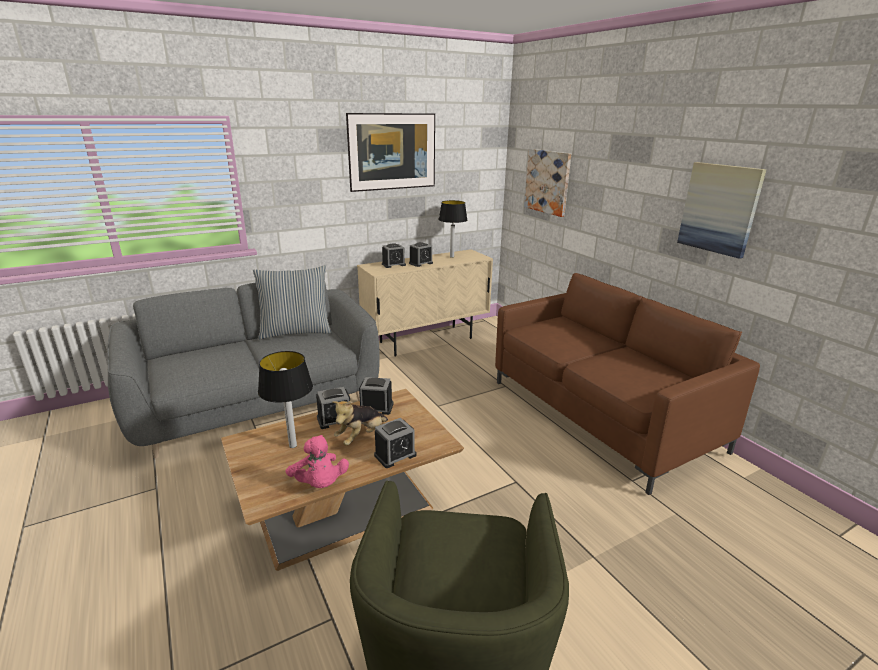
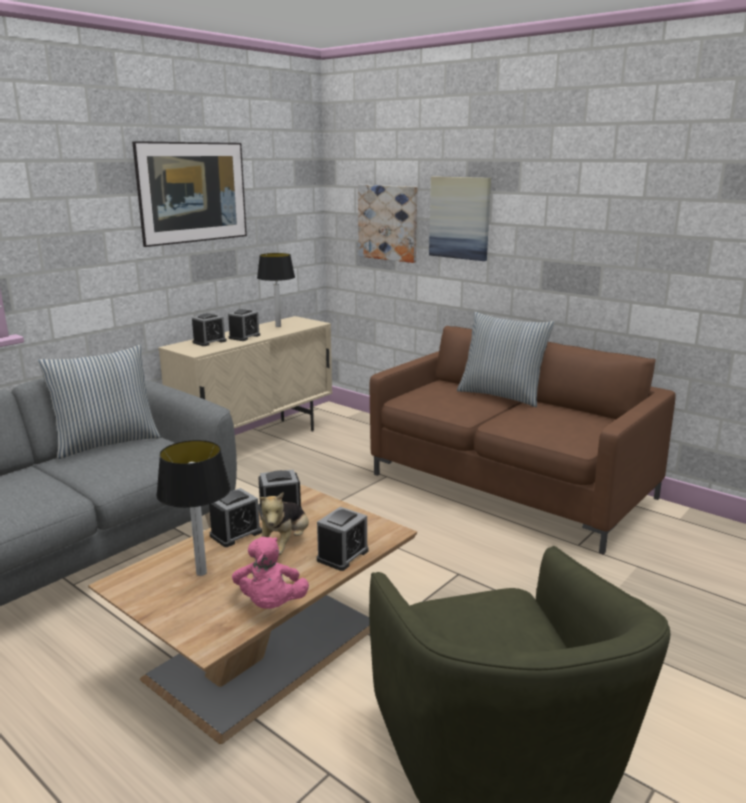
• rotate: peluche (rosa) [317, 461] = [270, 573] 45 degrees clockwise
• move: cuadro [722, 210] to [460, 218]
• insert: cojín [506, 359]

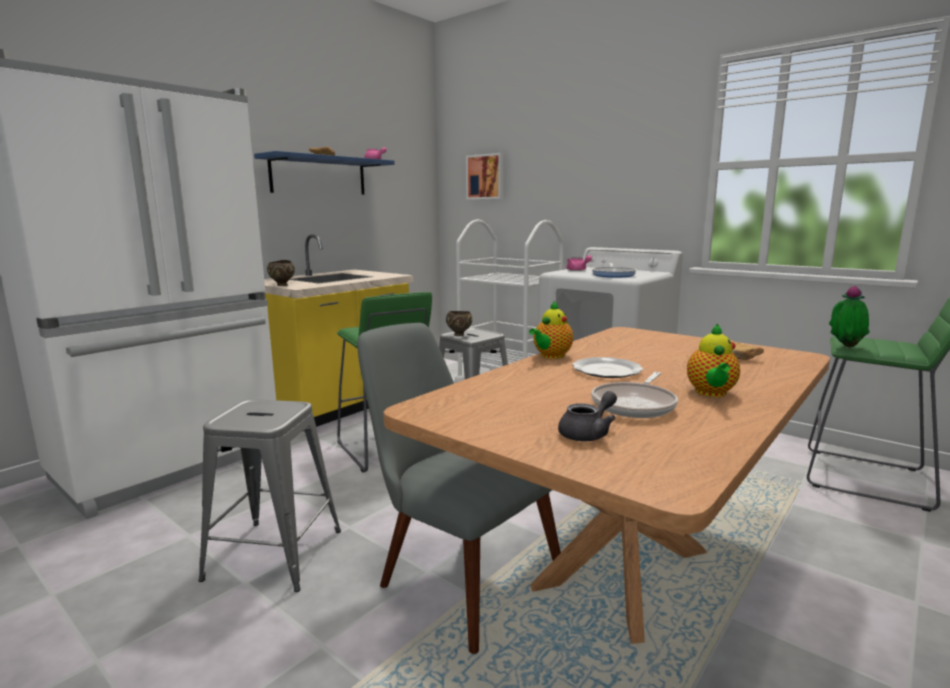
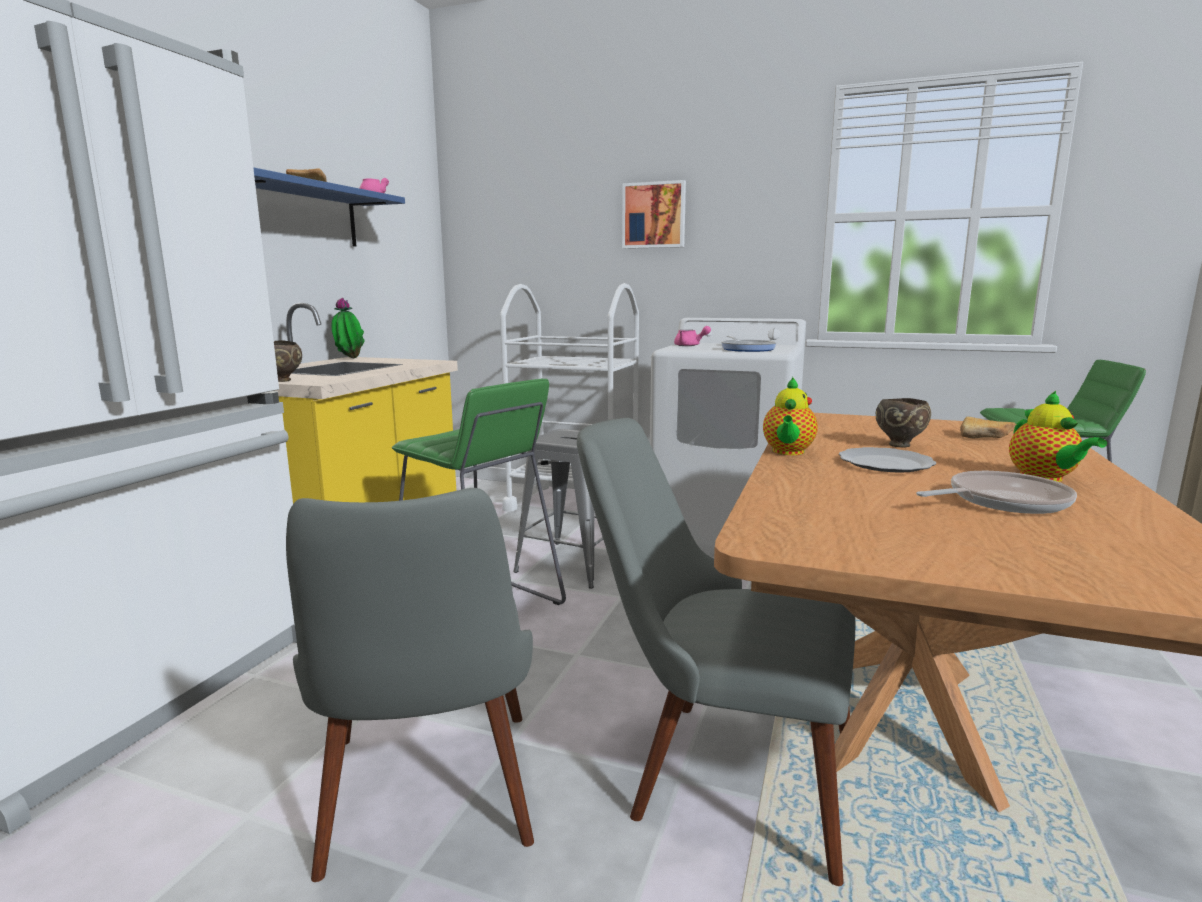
• replace: taburete (gris) [269, 495] to silla (gris) [410, 685]
• move: cuenco (marrón) [459, 323] to [903, 423]
• move: cuadro [484, 176] to [654, 214]
• delete: tetera (gris) [587, 416]
• rotate: sartén [634, 395] = [996, 492] 120 degrees counterclockwise
• move: planta en maceta [849, 316] to [347, 328]

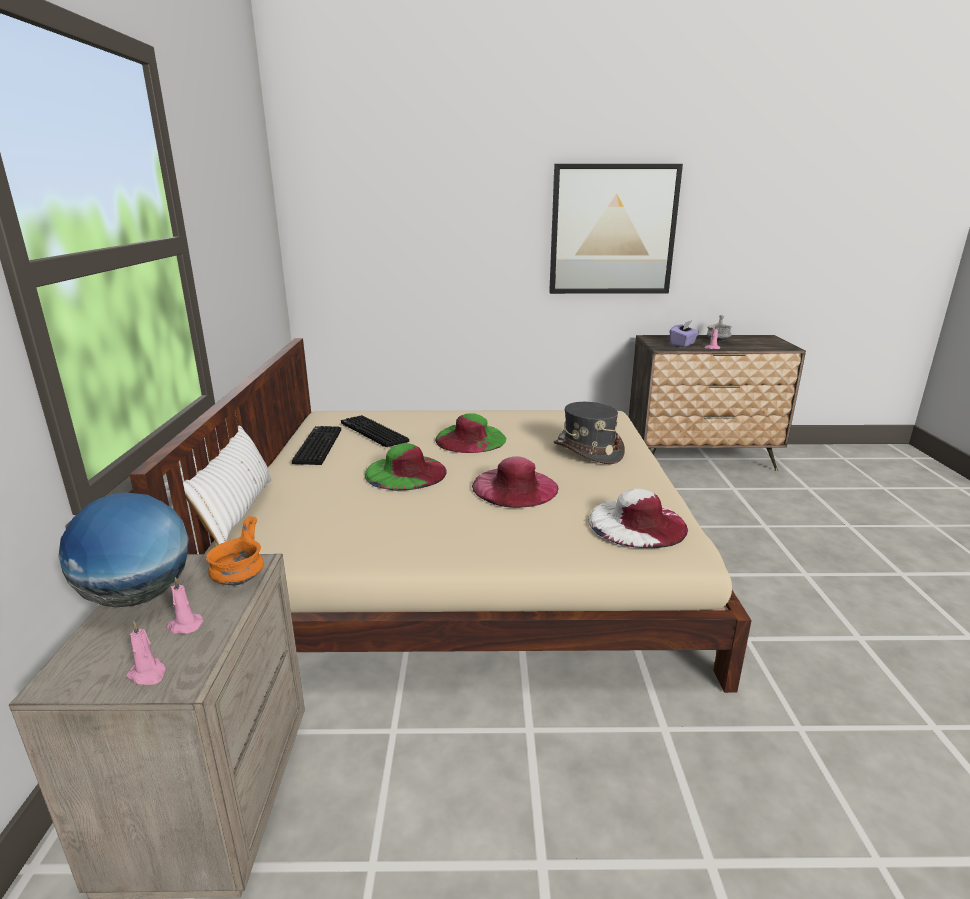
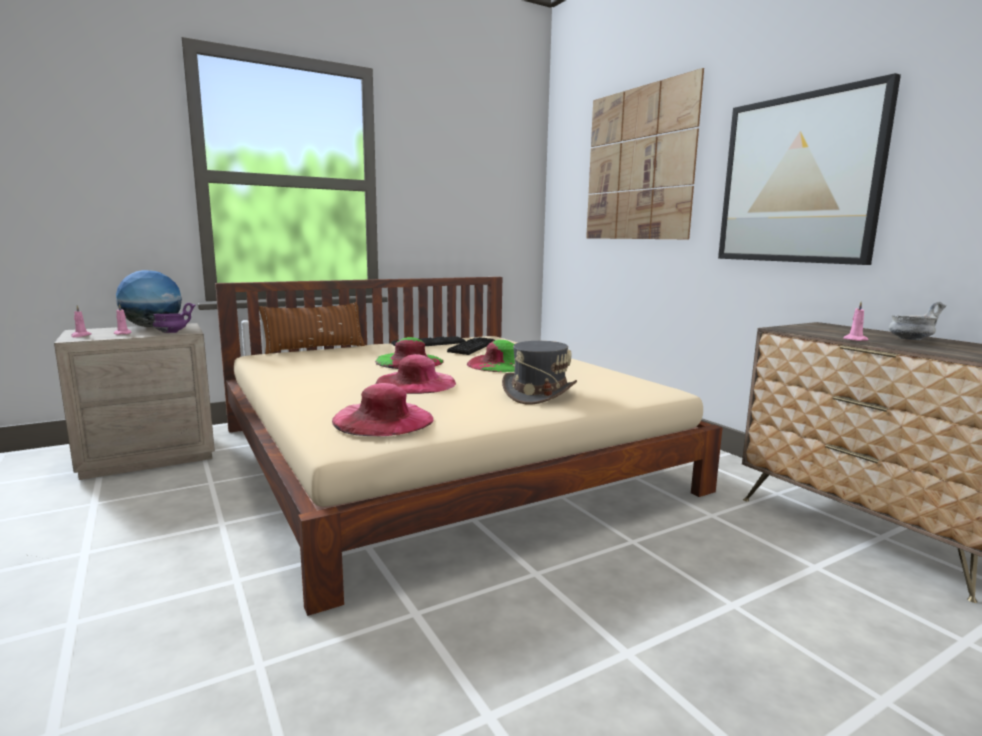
• recolor: cojín (blanco) [227, 485] to cojín (marrón) [312, 328]
• recolor: cuenco (naranja) [235, 551] to cuenco (morado) [174, 318]
• recolor: sombrero (blanco) [638, 518] to sombrero (rosa) [382, 409]
• delete: caja de pañuelos (morado) [684, 333]
• insert: cuadro [645, 154]

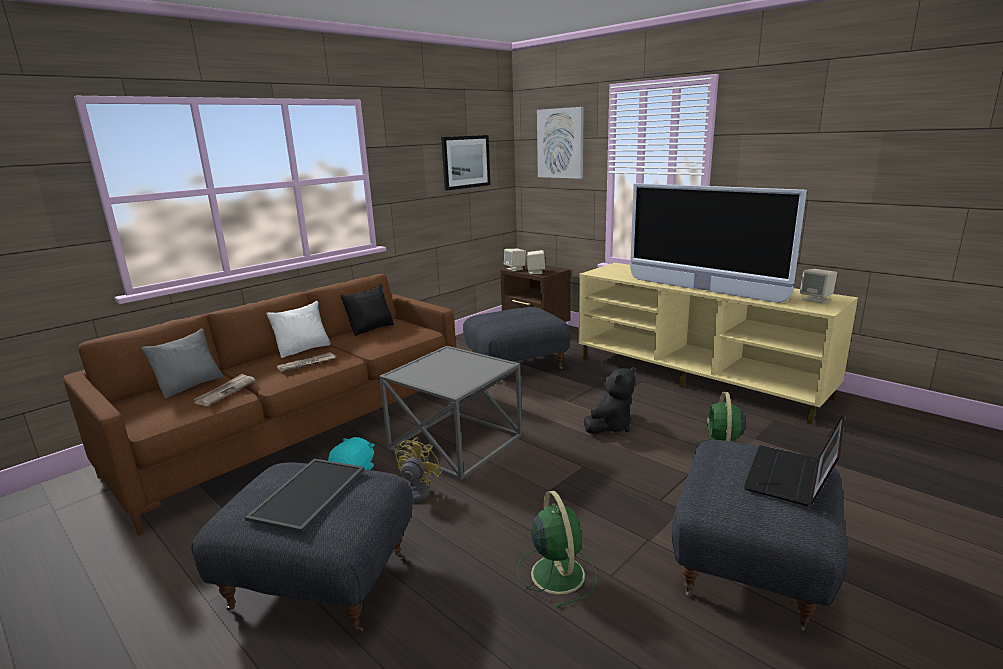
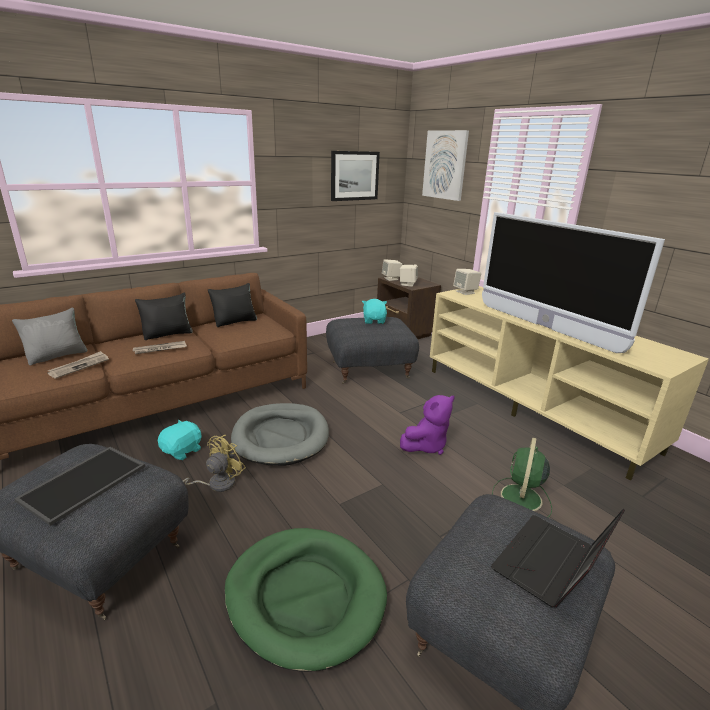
• recolor: cojín (blanco) [298, 329] to cojín (negro) [164, 316]
• replace: mesa auxiliar (gris) [450, 413] to cama para perro (gris) [280, 434]
• replace: ventilador (verde) [557, 549] to cama para perro (verde) [305, 600]
• recolor: peluche (negro) [609, 400] to peluche (morado) [427, 425]
• move: altavoz (beis) [818, 286] to [467, 282]
• insert: peluche (turquesa) [374, 311]

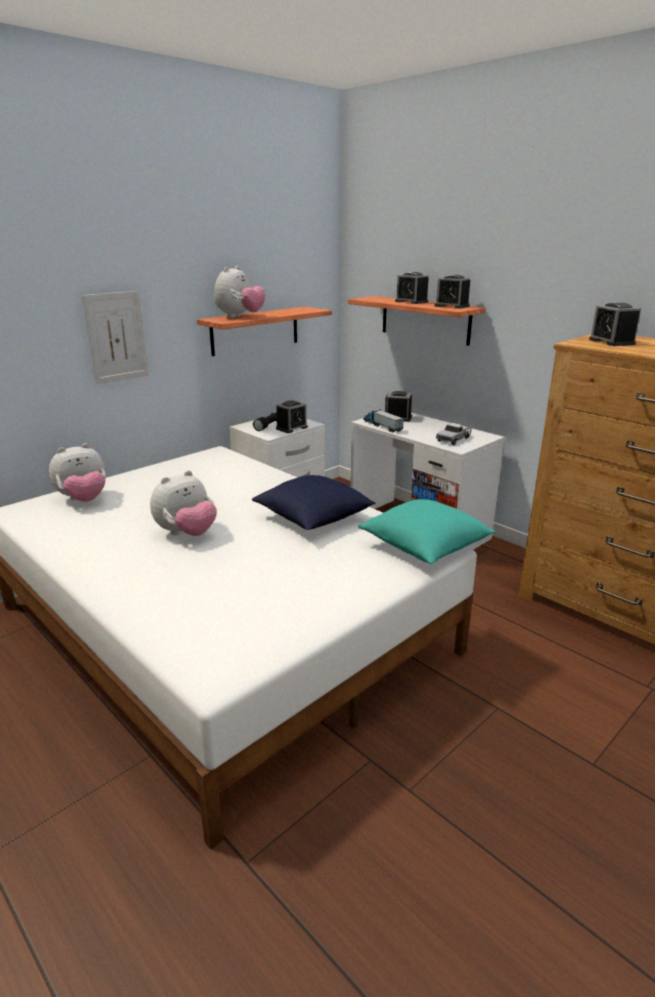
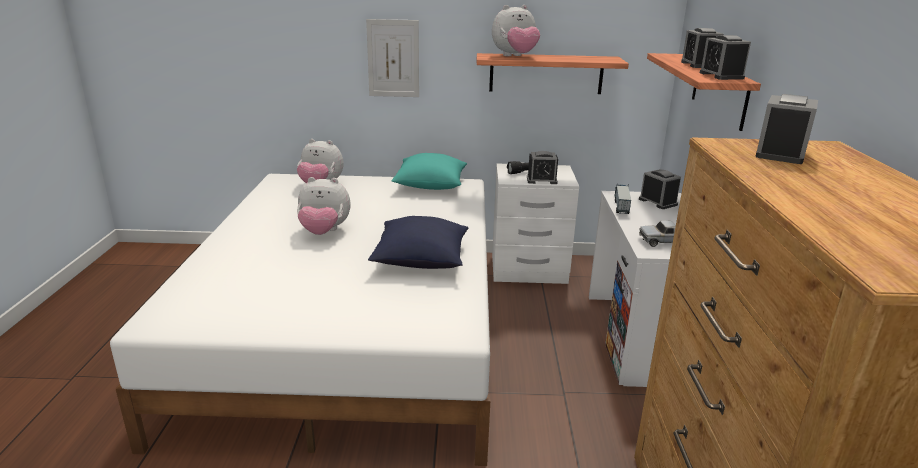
• move: cojín (turquesa) [427, 531] to [429, 171]

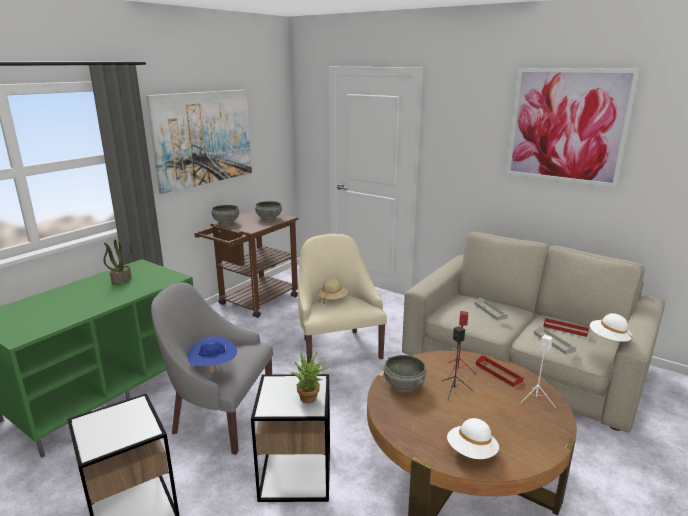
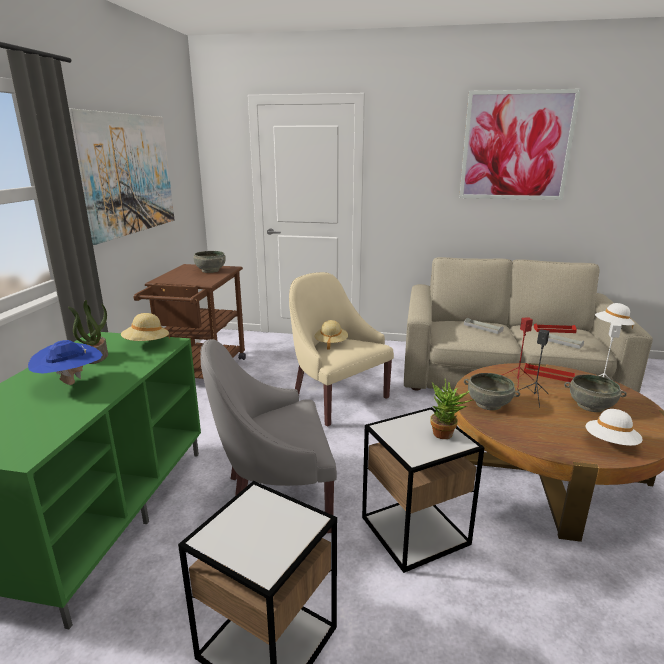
• move: sombrero (azul) [212, 354] to [65, 362]
• move: cuenco (gris) [225, 215] to [595, 393]
• insert: sombrero (beis) [145, 327]

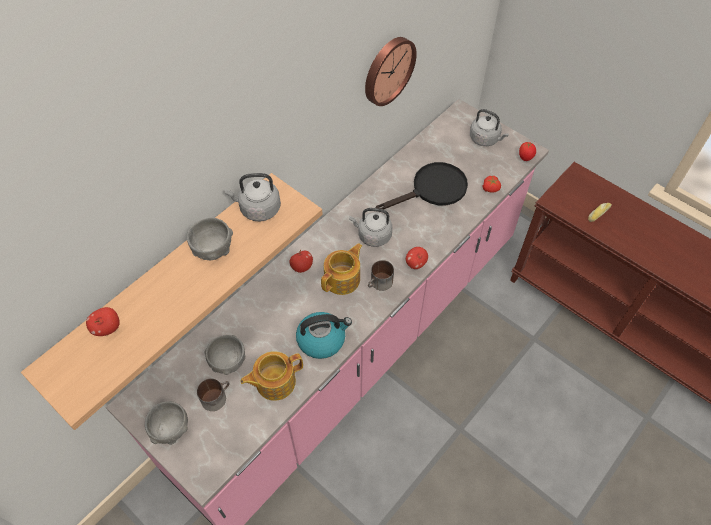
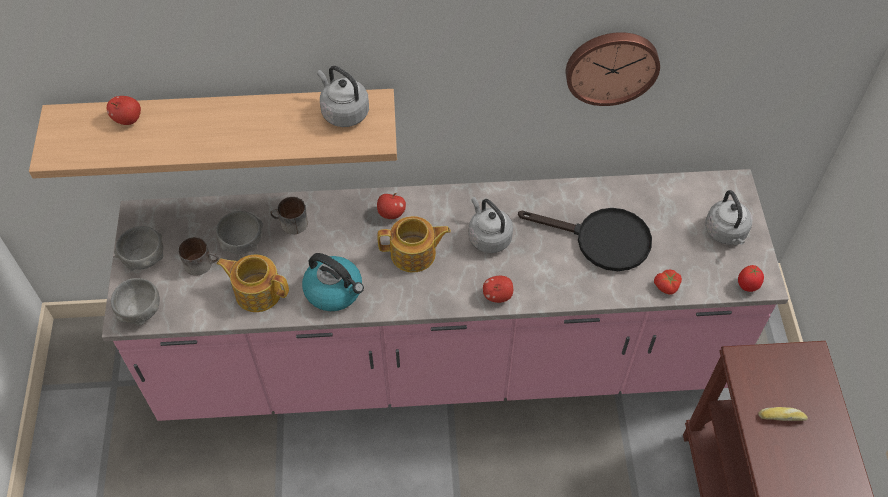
• move: cuenco (gris) [210, 239] to [135, 301]
• move: taza grande [381, 275] to [289, 215]

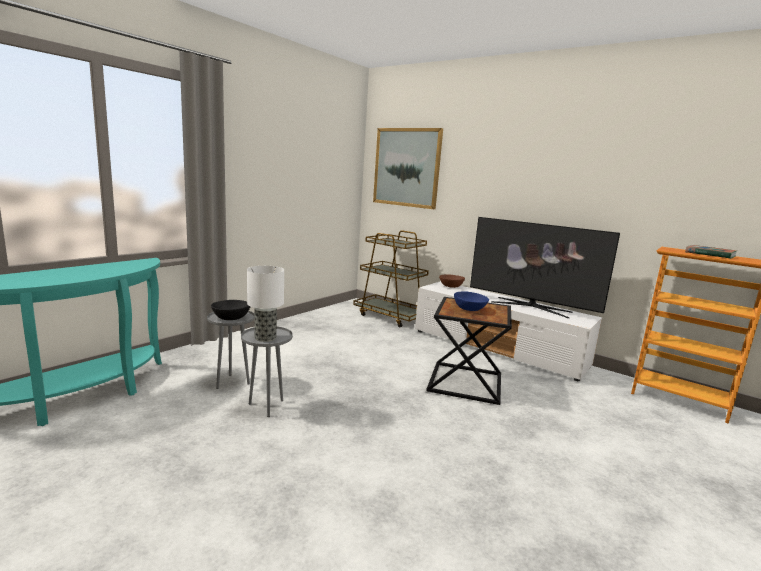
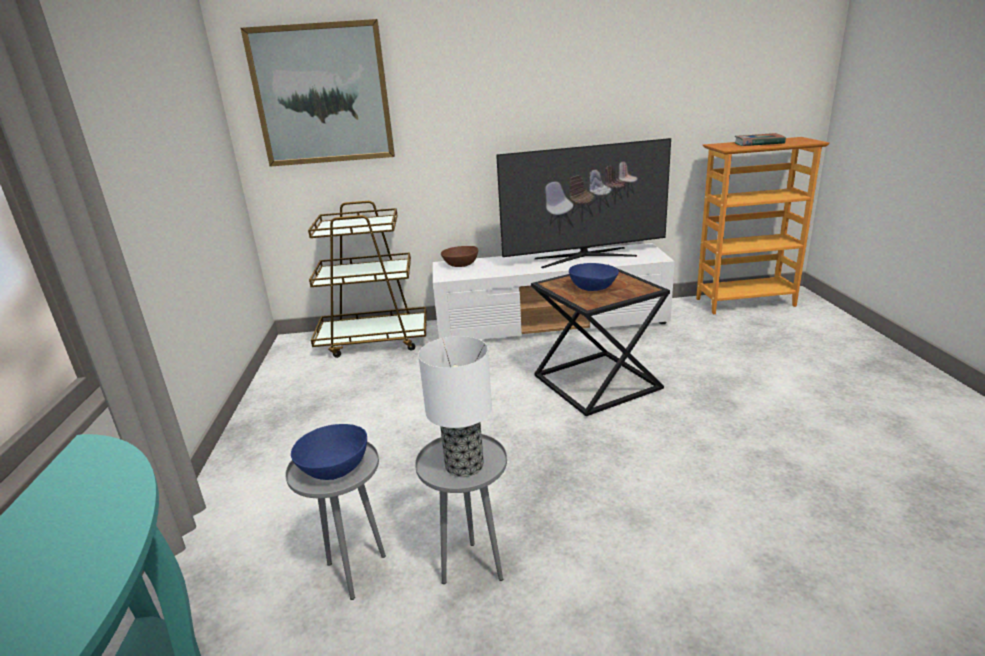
• recolor: cuenco (negro) [230, 310] to cuenco (azul) [329, 452]

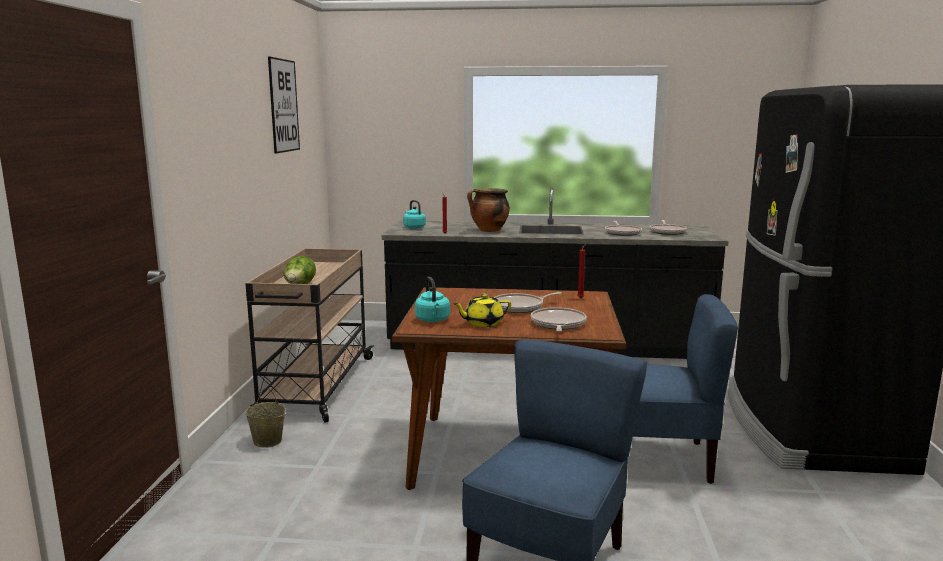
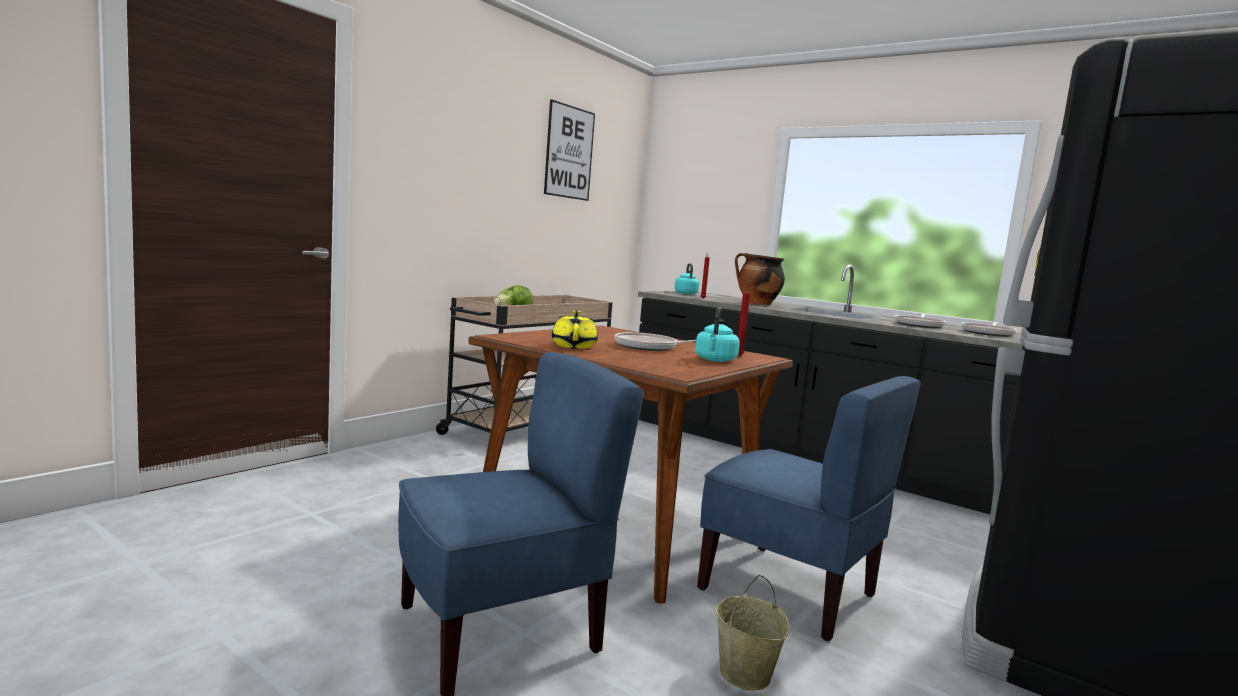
• move: cubo (beis) [265, 418] to [753, 632]
• move: hervidor (turquesa) [432, 299] to [717, 334]
• rotate: tetera (amarillo) [482, 310] = [575, 329] 75 degrees clockwise
• delete: sartén [559, 319]

